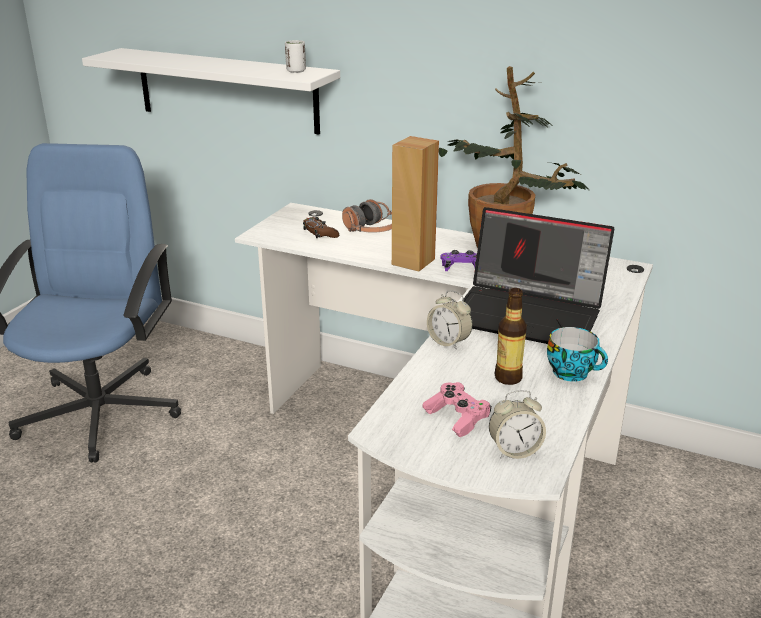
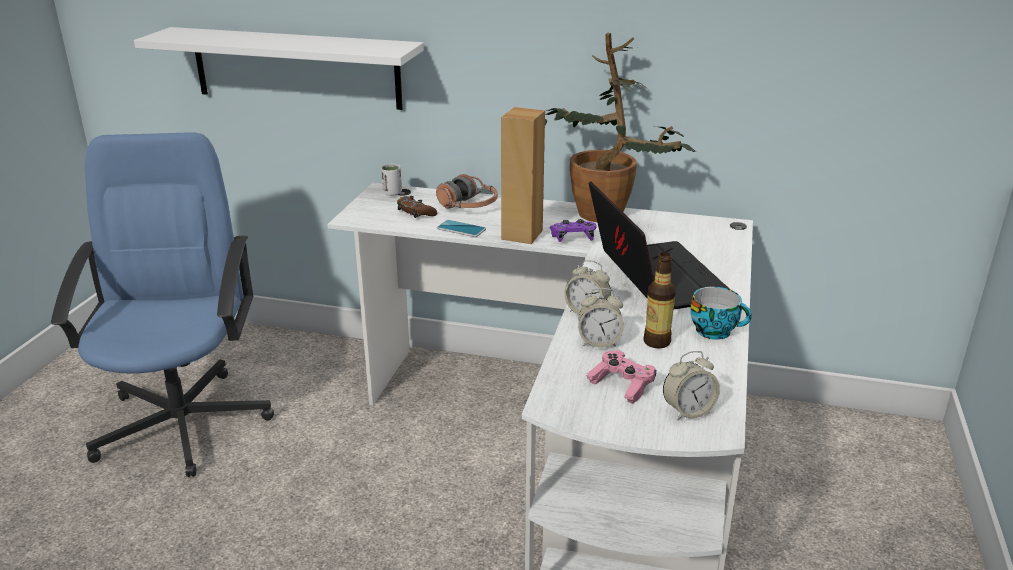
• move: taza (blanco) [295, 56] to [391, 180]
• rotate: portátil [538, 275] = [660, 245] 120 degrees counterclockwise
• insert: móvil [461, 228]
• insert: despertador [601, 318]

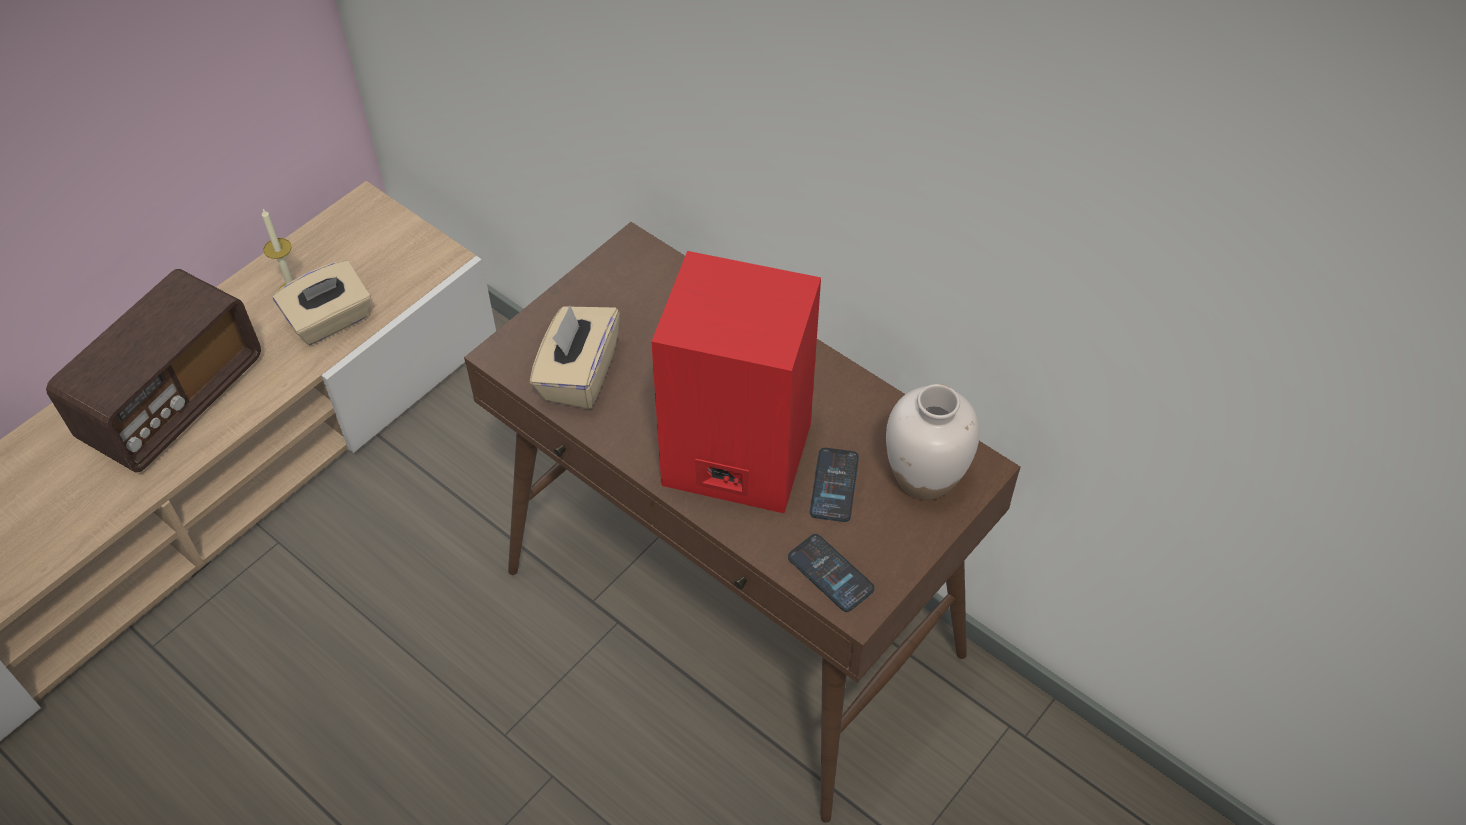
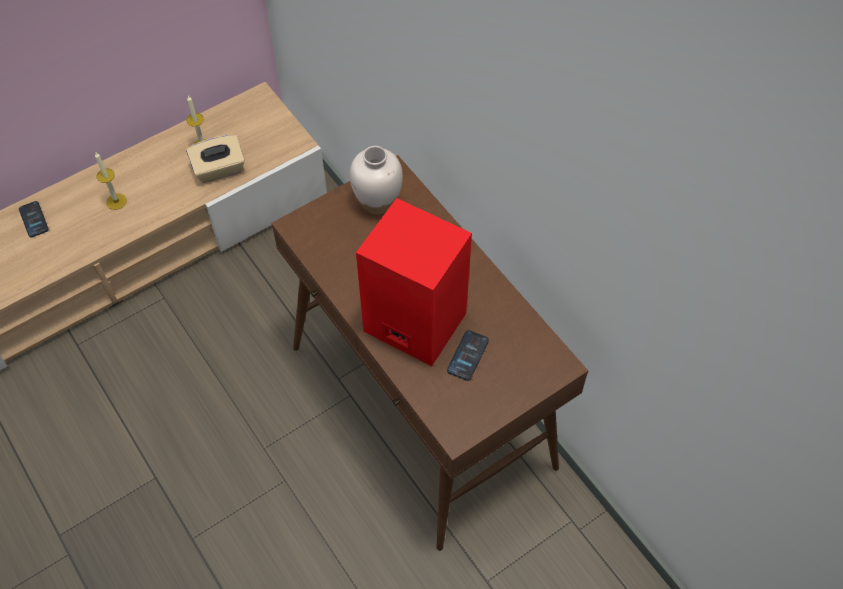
• replace: radio [153, 371] to vela [111, 181]
• delete: caja de pañuelos (beis) [575, 357]
• move: móvil [831, 573] to [34, 219]
• move: florero (blanco) [933, 442] to [376, 180]

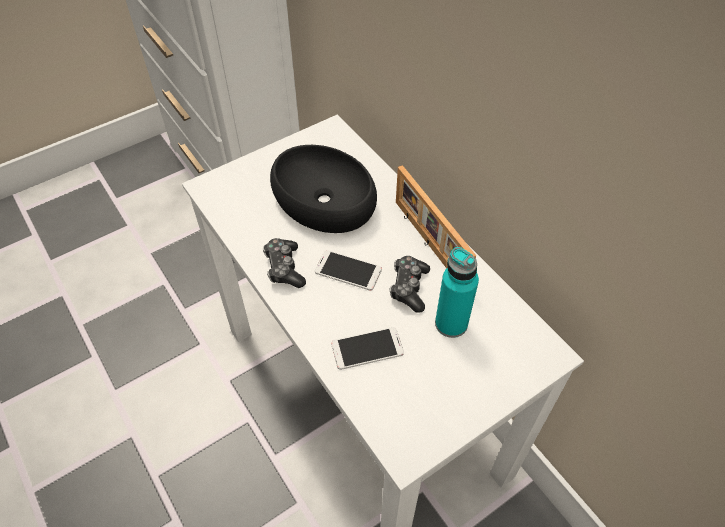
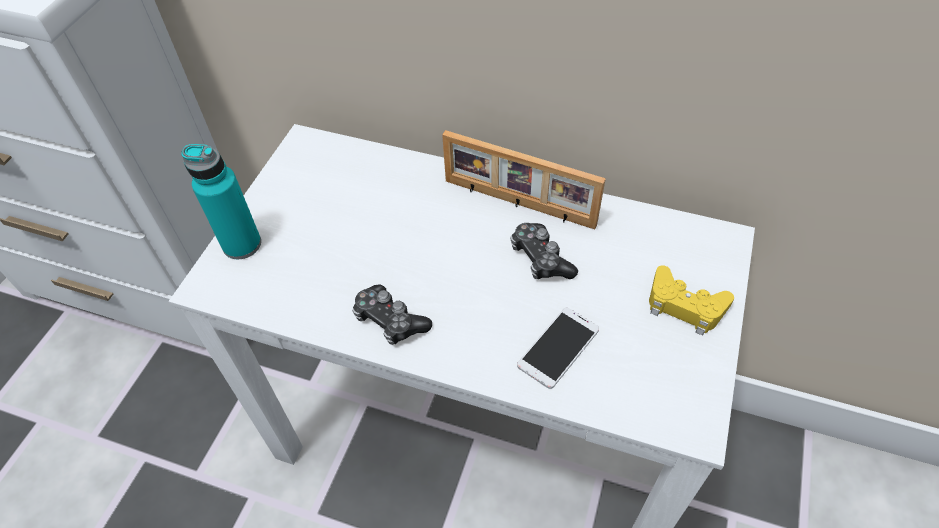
• delete: cuenco (negro) [323, 189]
• delete: móvil [348, 270]
• move: botella (turquesa) [457, 292] to [221, 201]
• insert: mando de consola (amarillo) [691, 300]

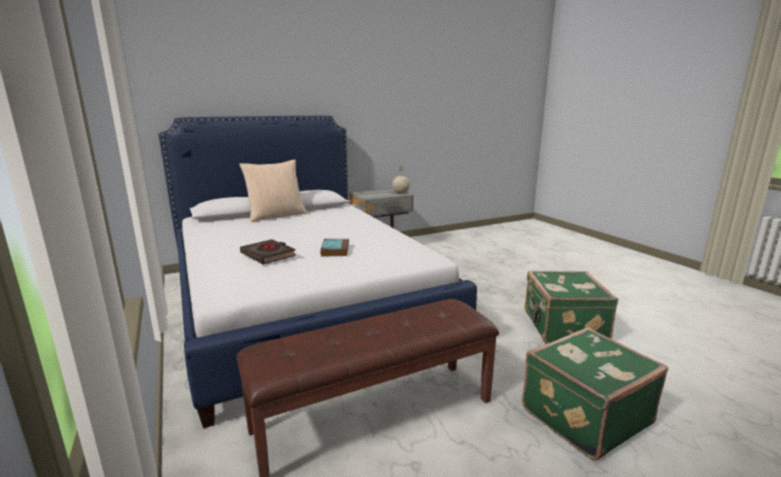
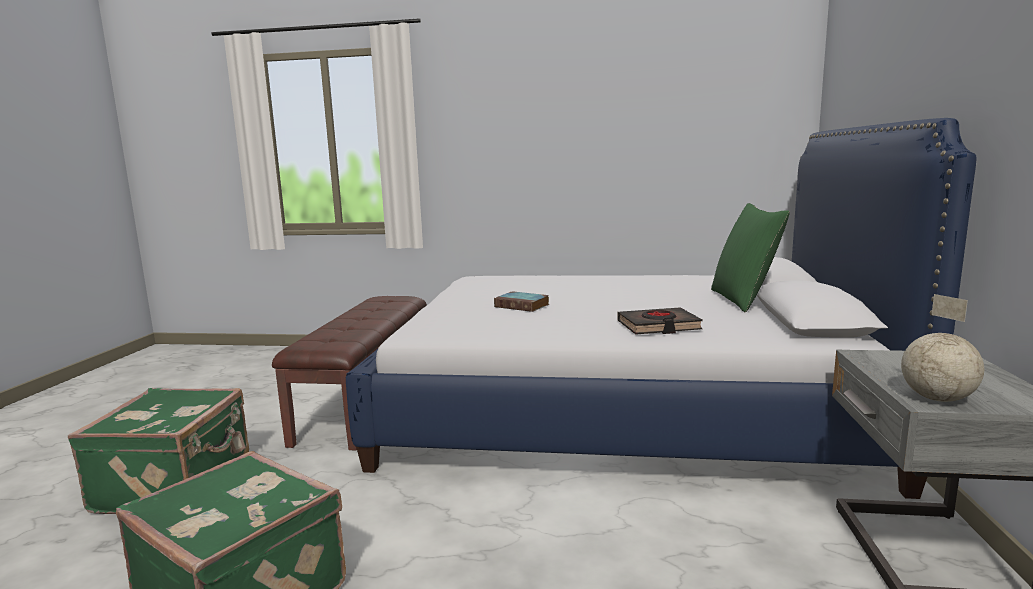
• recolor: cojín (beis) [273, 190] to cojín (verde) [750, 258]
• move: libro (negro) [268, 251] to [660, 321]

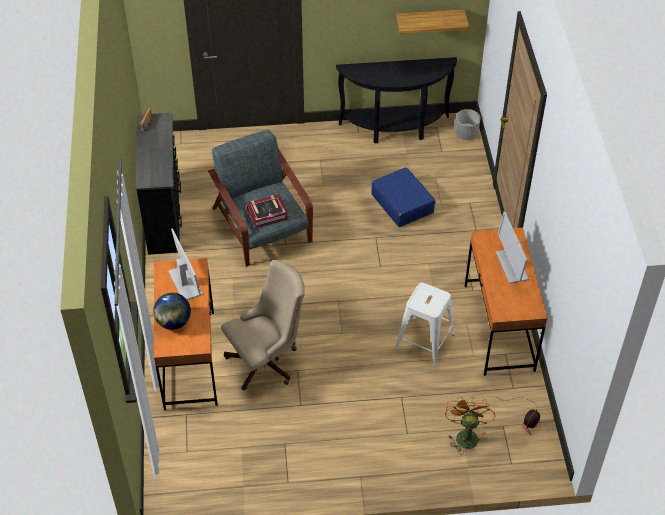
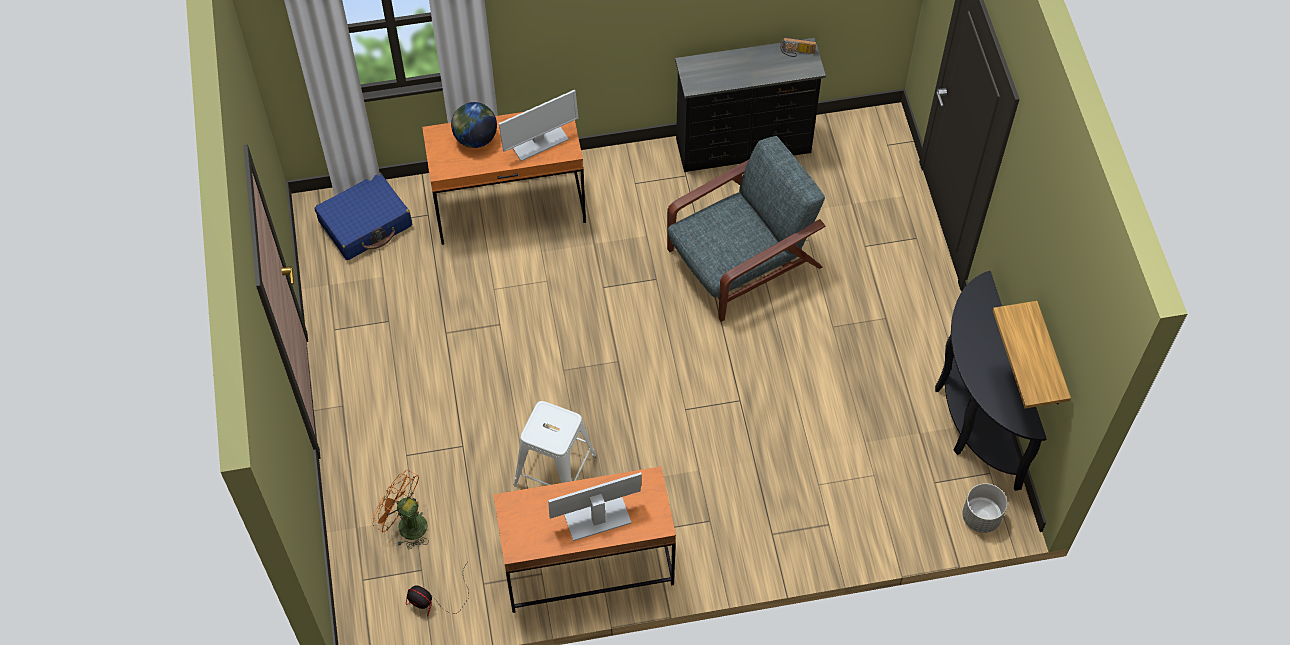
• delete: silla de oficina (beis) [263, 325]
• delete: libro [267, 211]
• move: maleta (azul) [403, 197] to [363, 216]
• rotate: ventilador (naranja) [470, 425] = [401, 509] 150 degrees counterclockwise

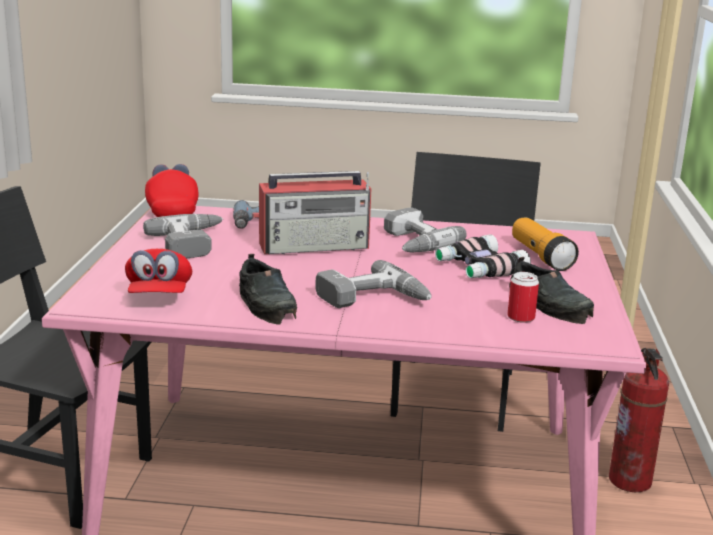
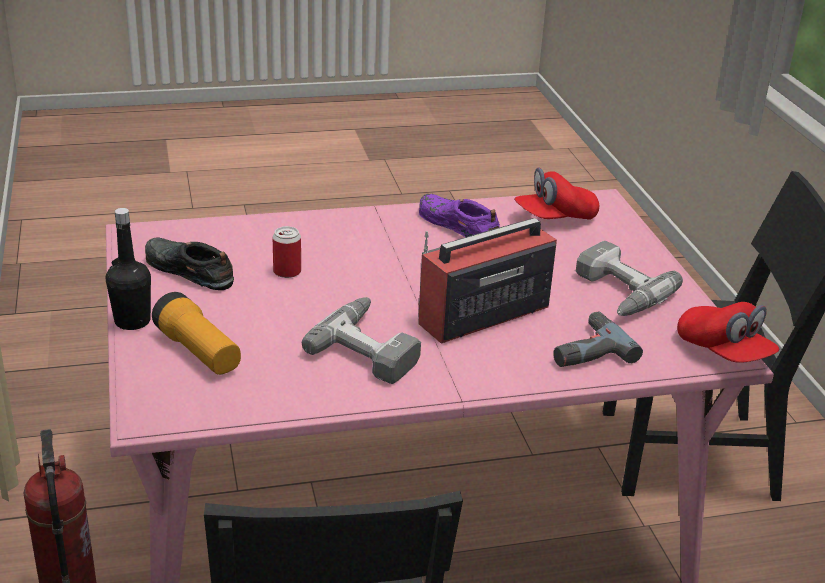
• rotate: gorra (rojo) [158, 271] = [556, 194] 90 degrees counterclockwise
• recolor: zapato (negro) [268, 289] to zapato (morado) [459, 215]
• delete: taladro [373, 284]
• delete: prismáticos [483, 256]
• move: lata [523, 297] to [287, 252]
• insert: botella (negro) [128, 269]

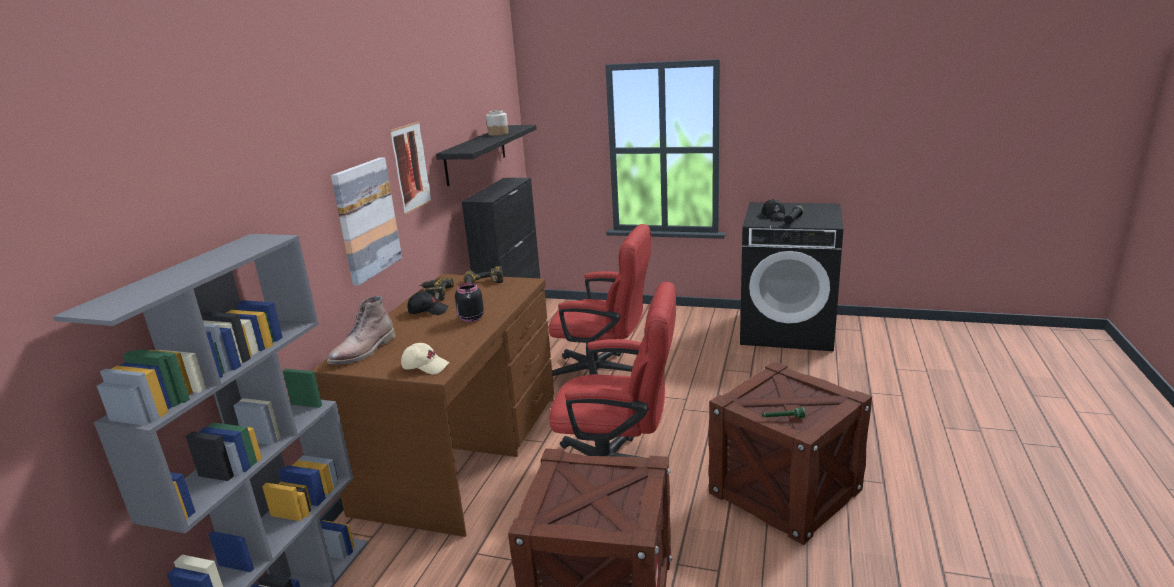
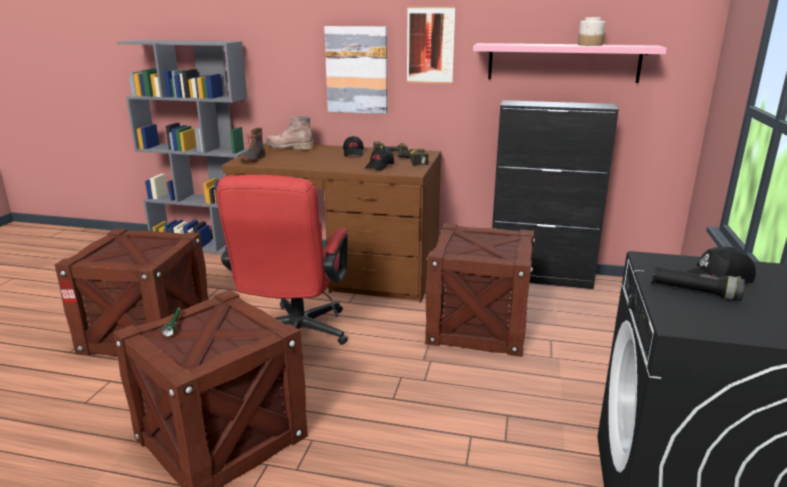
• replace: gorra (beis) [425, 358] to bota [252, 144]
• recolor: estante (negro) [486, 155] to estante (rosa) [570, 63]
• delete: tarro (negro) [469, 302]
• replace: silla de oficina (rojo) [599, 300] to caja de embalaje [480, 290]
• insert: gorra (negro) [379, 159]

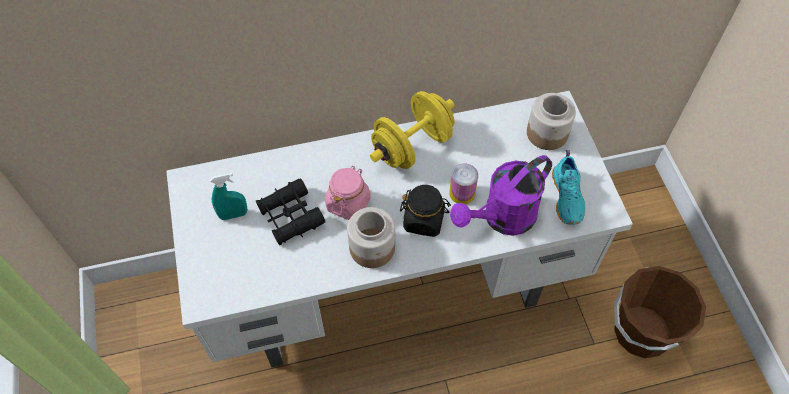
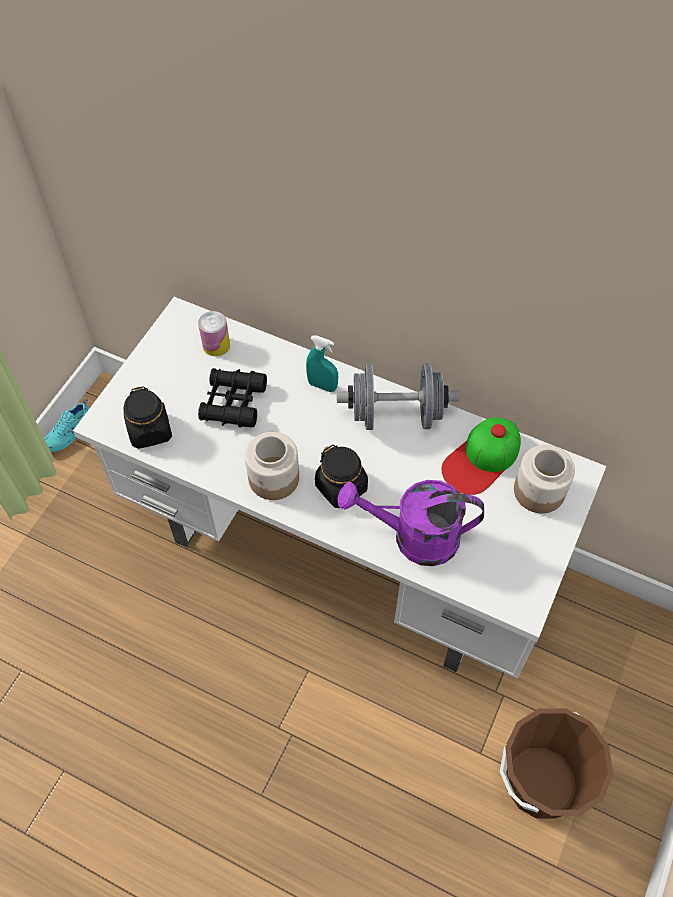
• move: pulverizador (turquesa) [228, 196] to [322, 363]
• delete: tarro (rosa) [348, 193]
• recolor: mancuerna (amarillo) [412, 130] to mancuerna (gris) [398, 396]
• move: lata [463, 184] to [214, 333]
• move: zapato (turquesa) [568, 187] to [66, 426]
• insert: tarro (negro) [147, 417]
• insert: gorra [481, 456]

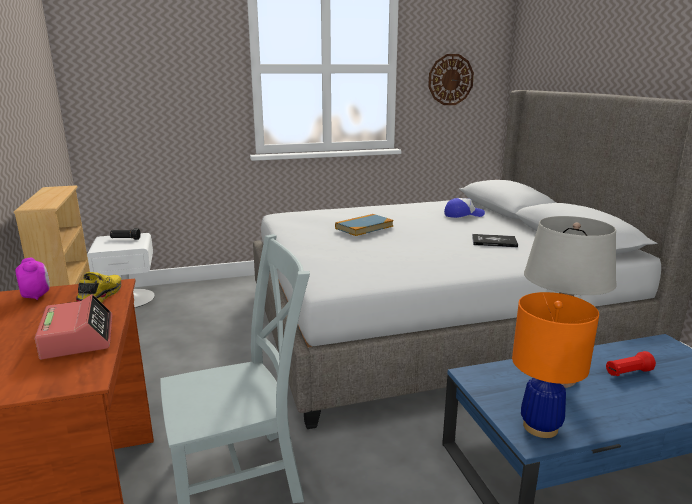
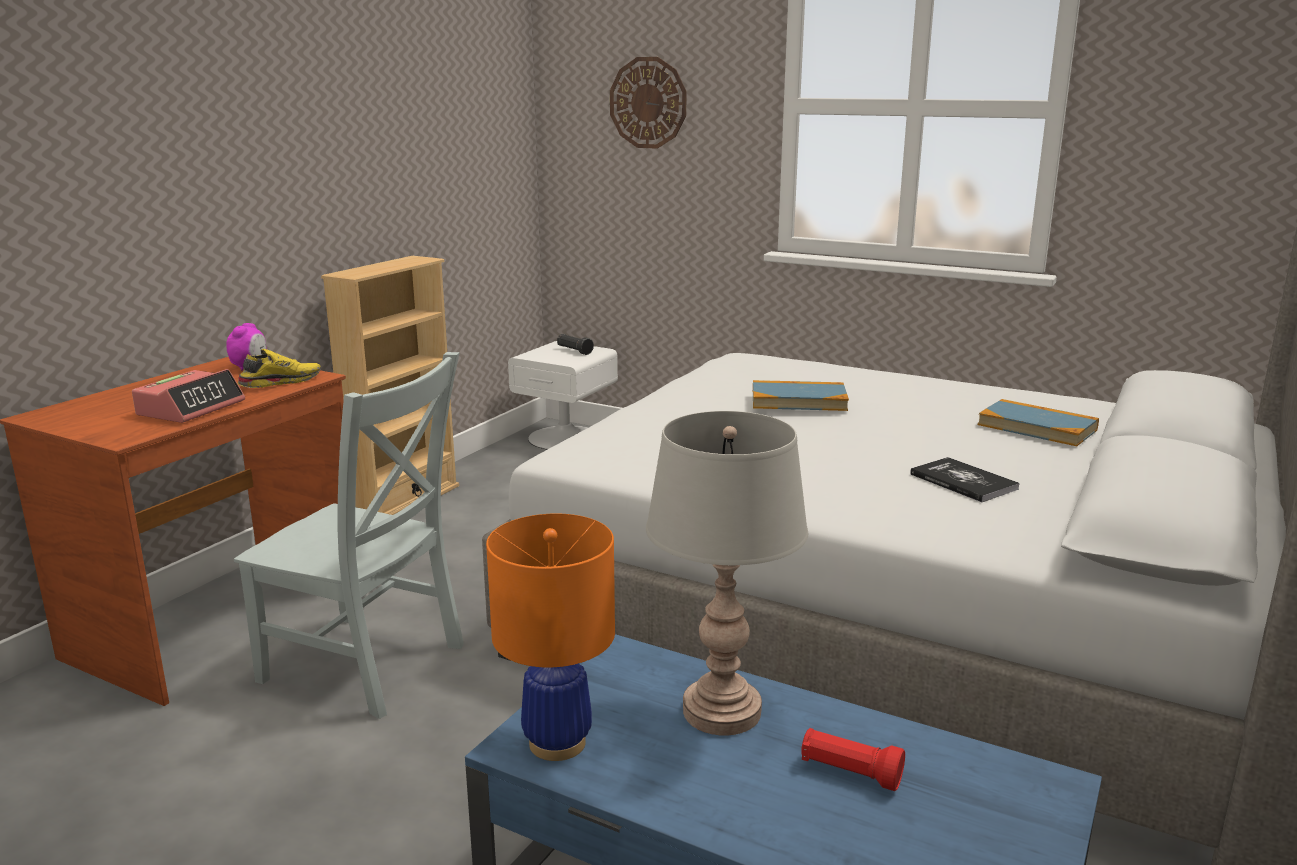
• move: reloj de pared [451, 79] to [648, 103]
• replace: gorra [464, 208] to libro [1038, 422]

